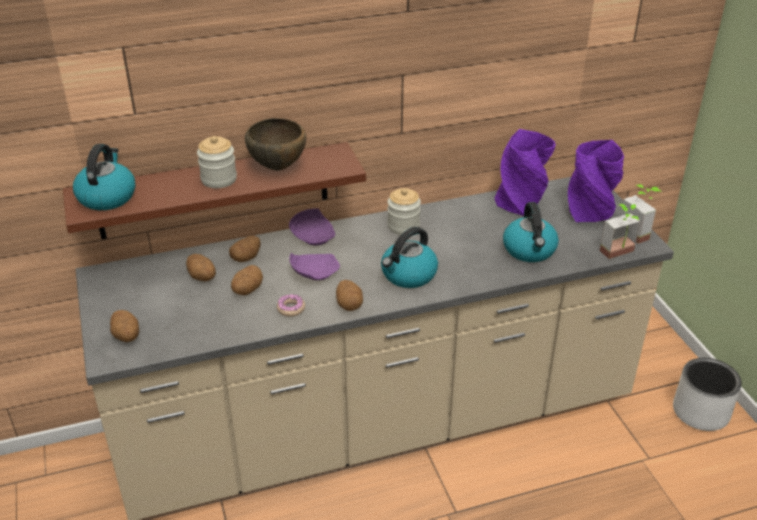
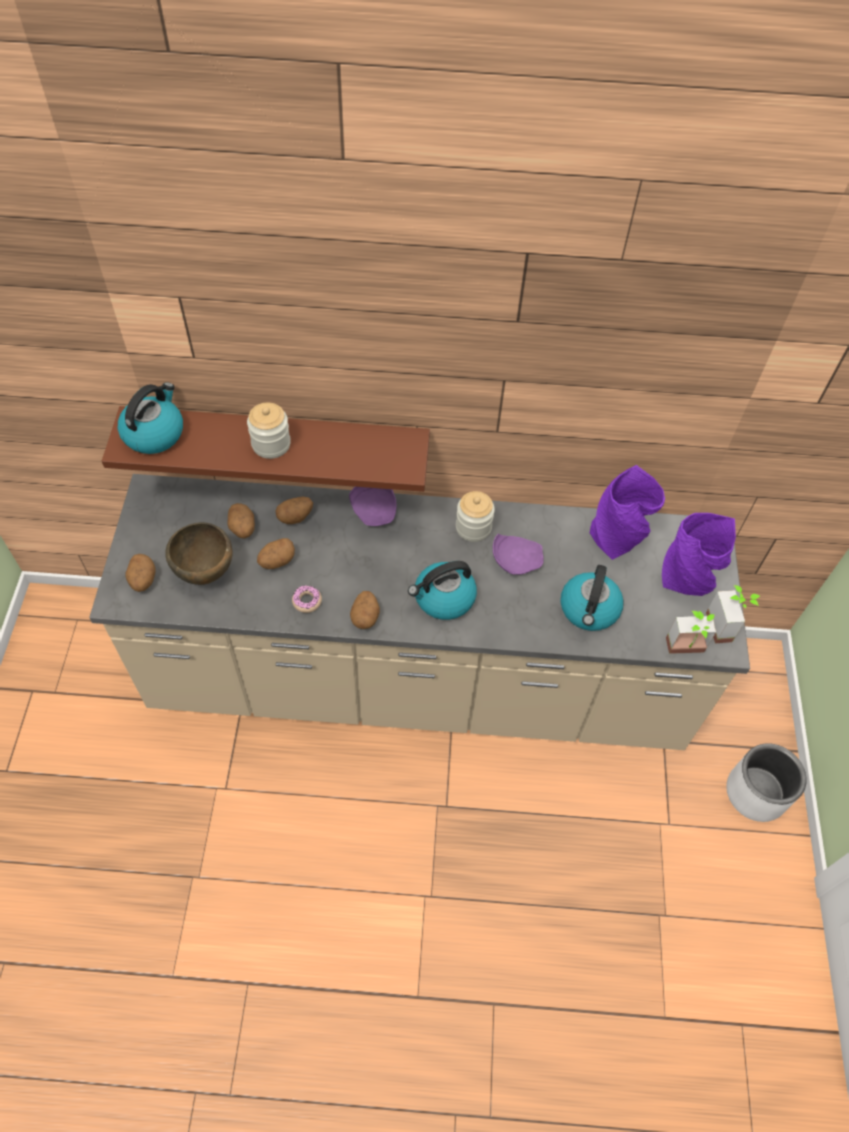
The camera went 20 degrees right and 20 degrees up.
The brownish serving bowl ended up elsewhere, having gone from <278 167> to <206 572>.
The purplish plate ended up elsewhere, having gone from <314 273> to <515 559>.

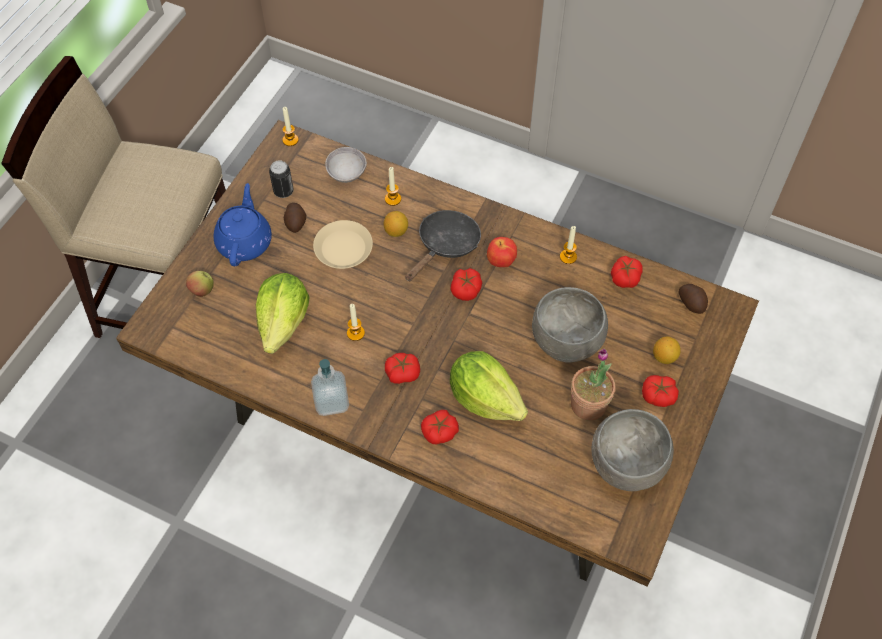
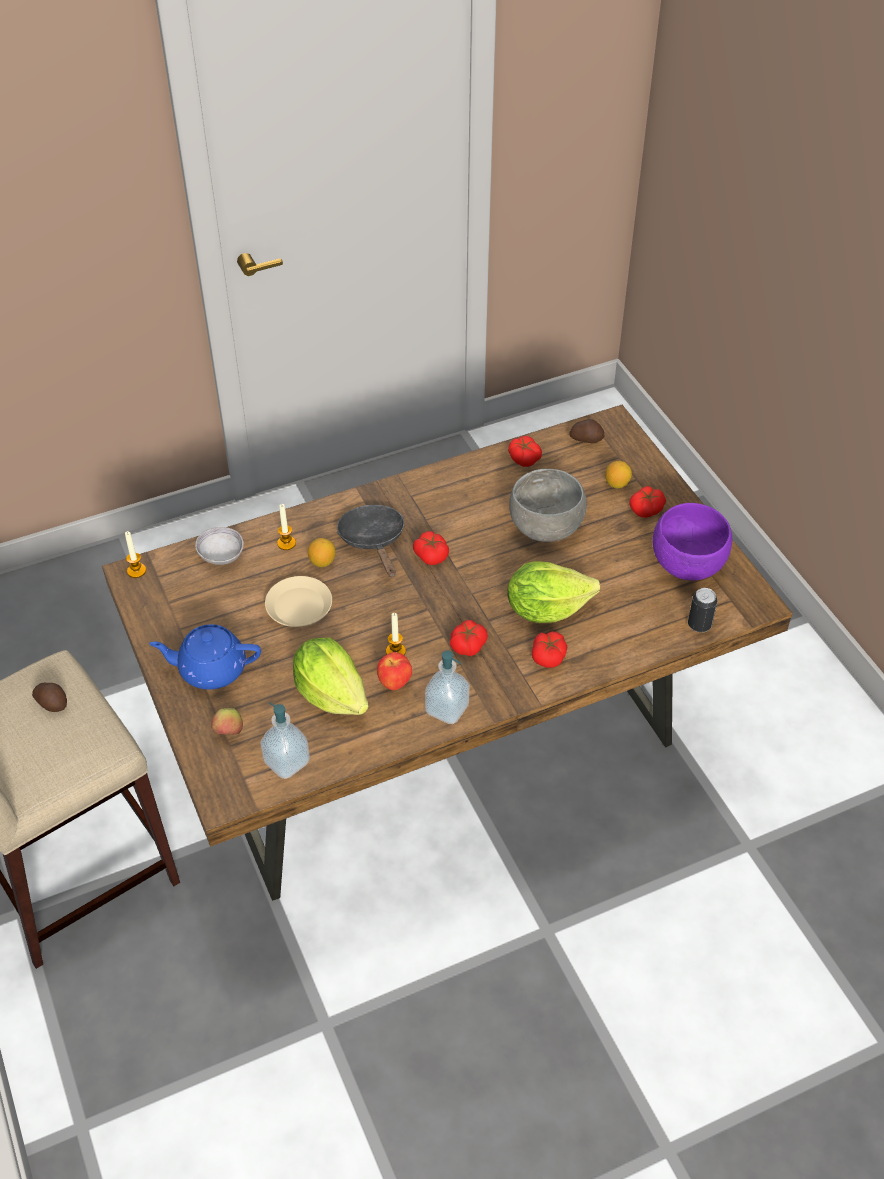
The camera went 50 degrees left and 10 degrees down.
The sealed can ended up elsewhere, having gone from <283 191> to <699 625>.
The blue tea pot at <245 241> ended up facing another way, 45 degrees counterclockwise from before.
The spud ended up elsewhere, having gone from <296 222> to <52 703>.
The second view lost the wax candle at <568 257>.
The apple fruit ended up elsewhere, having gone from <501 262> to <395 683>.
The second view lost the potted plant at <588 405>.
What was the grey serving bowl at <625 464> turned into the purplish serving bowl at <686 565>.
The second view gained the soap bottle at <287 762>.

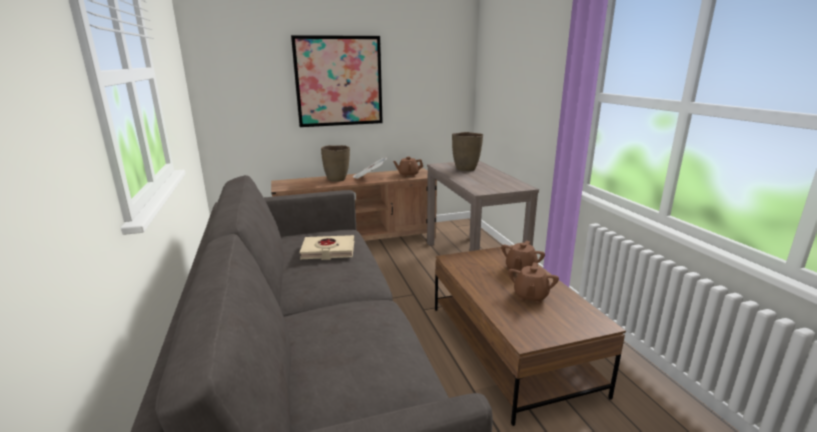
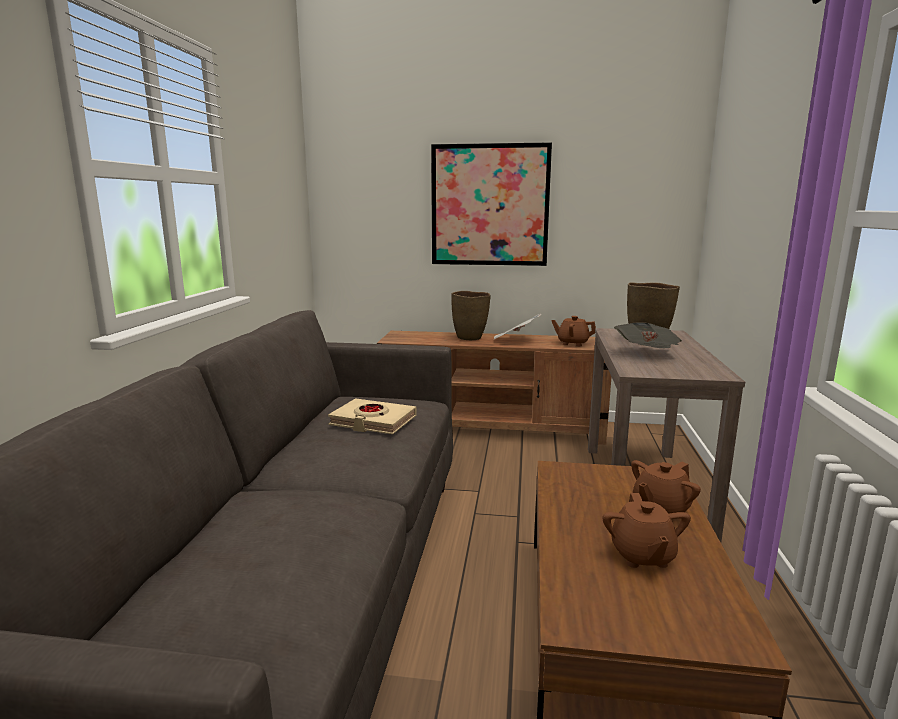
The camera went 25 degrees right and 5 degrees down.
The brownish tea pot at <530 296> ended up facing another way, 45 degrees counterclockwise from before.
The second view gained the newspaper at <647 353>.

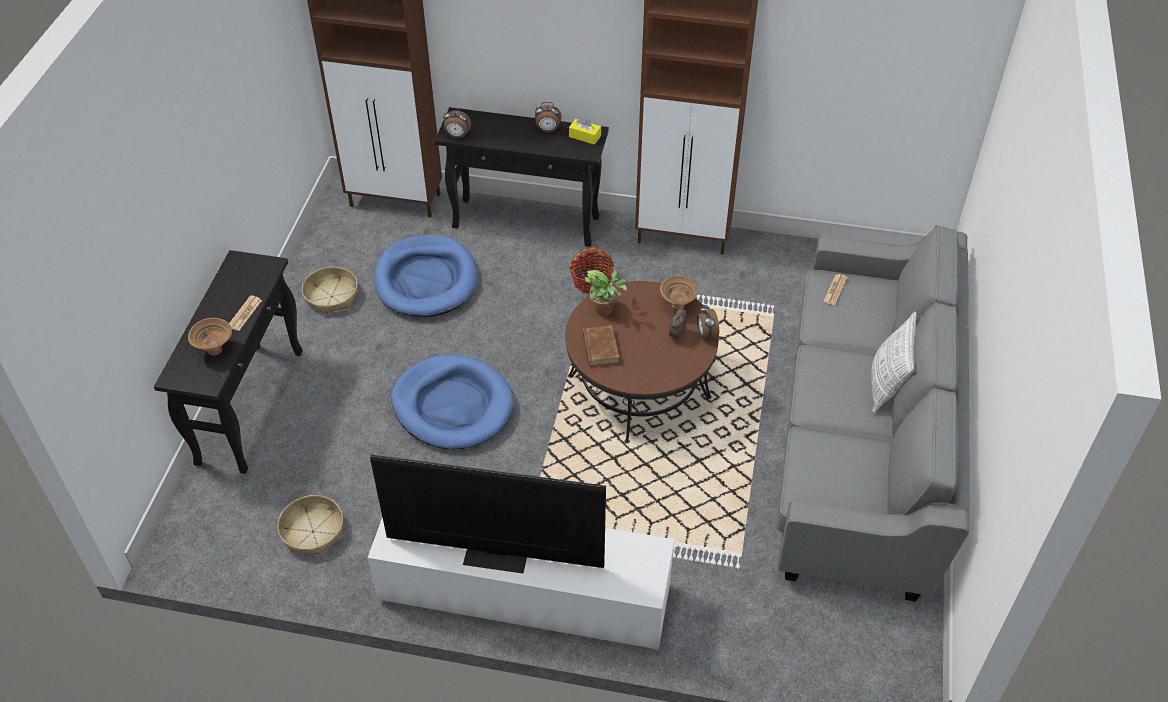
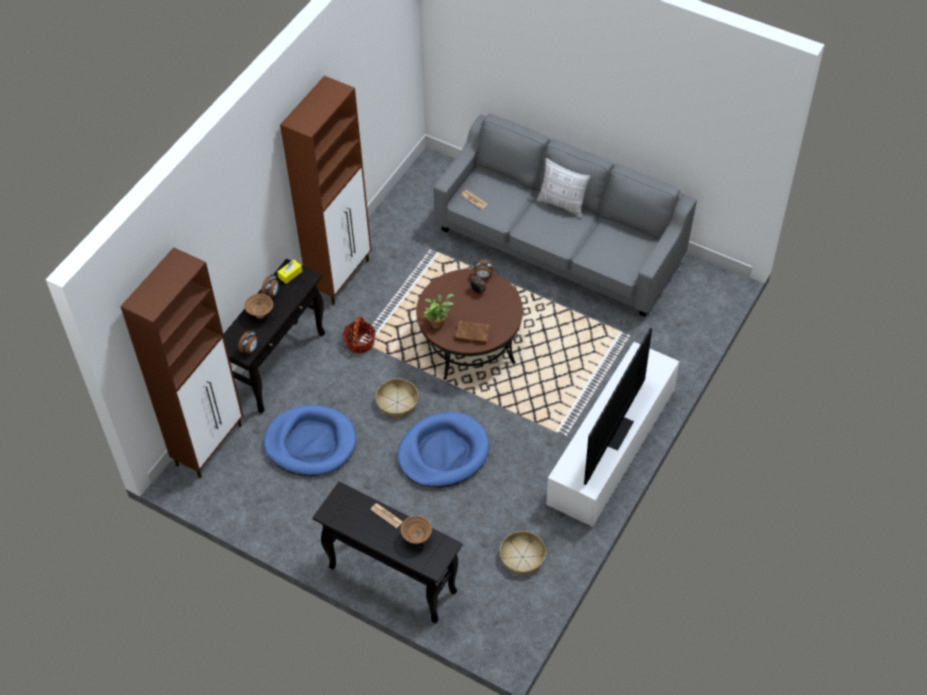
The camera went 70 degrees left and 5 degrees up.
The household basket ended up elsewhere, having gone from <331 296> to <397 402>.
The brownish serving bowl ended up elsewhere, having gone from <678 306> to <261 315>.

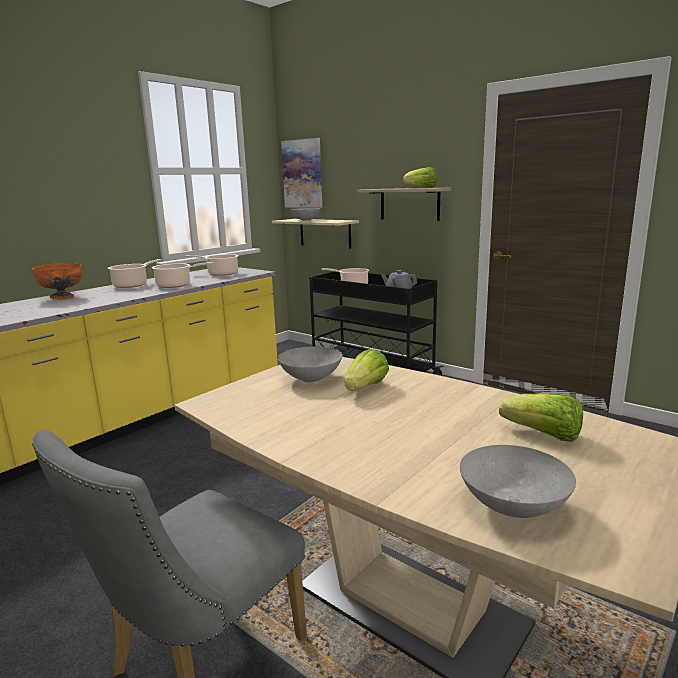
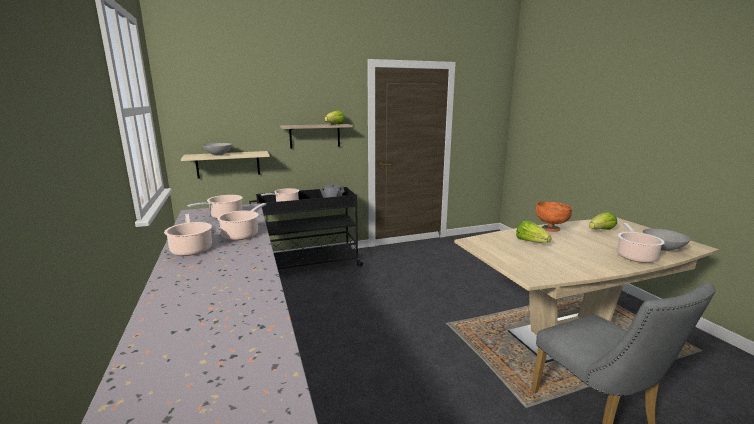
The camera went 60 degrees left and 0 degrees up.
The second view lost the picture at <303 174>.
The orange serving bowl ended up elsewhere, having gone from <62 297> to <551 229>.
The second view lost the grey serving bowl at <311 378>.
The second view gained the cooking pot at <635 256>.

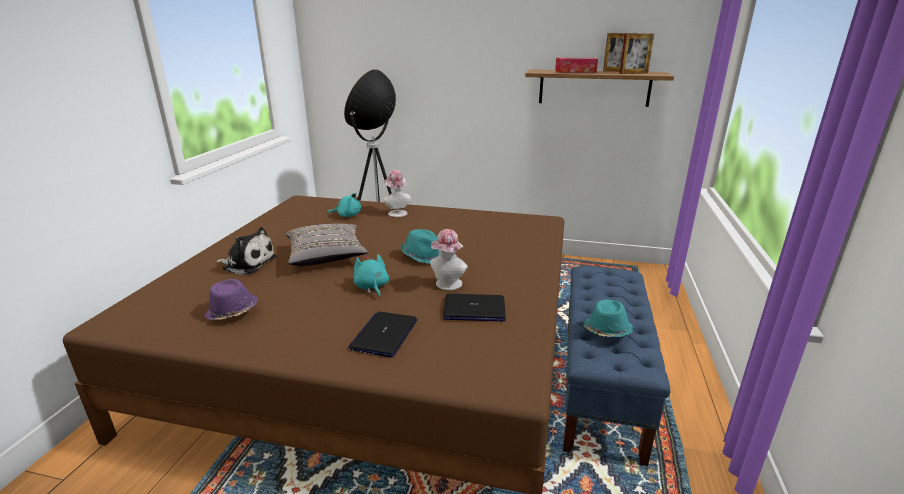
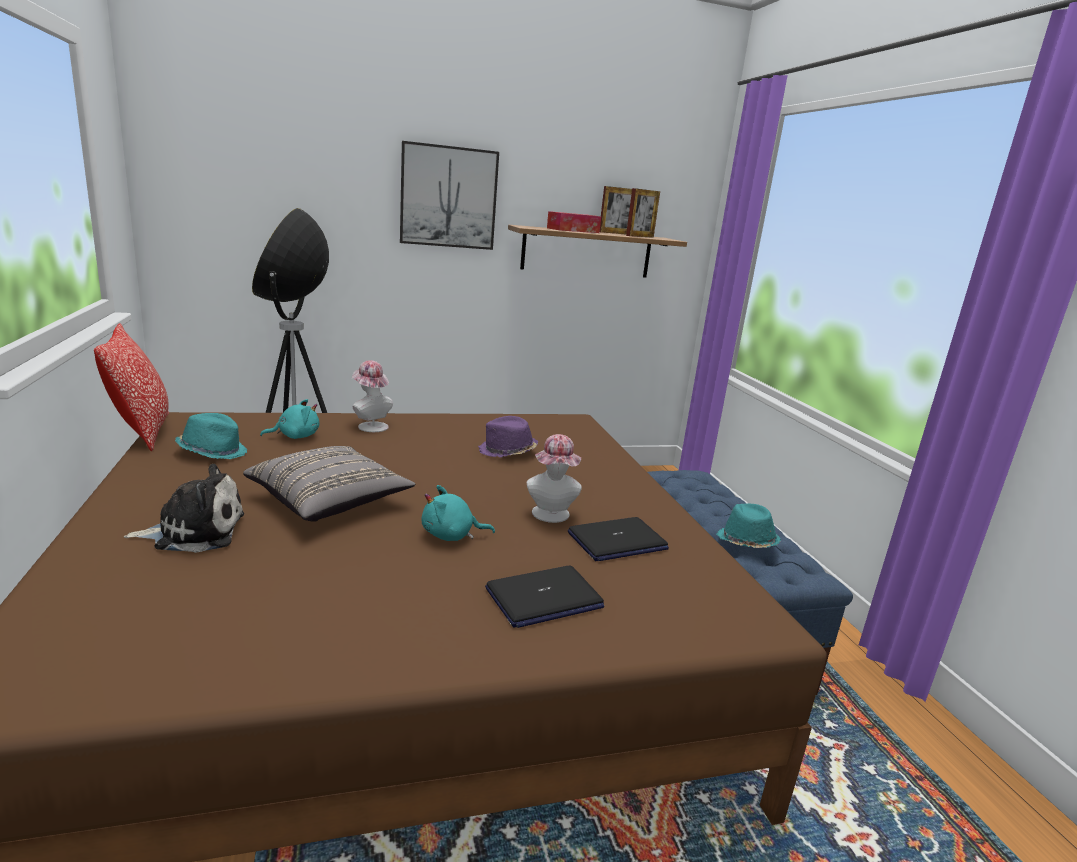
The camera went 30 degrees left and 5 degrees down.
The turquoise-coloured wearable hat ended up elsewhere, having gone from <422 256> to <213 452>.
The turquoise-coloured plush toy at <371 287> ended up facing another way, 45 degrees counterclockwise from before.
The purplish wearable hat ended up elsewhere, having gone from <232 312> to <507 452>.
The notebook computer at <384 335> ended up facing another way, 105 degrees counterclockwise from before.
The second view gained the picture at <448 197>.
The second view gained the cushion at <142 432>.

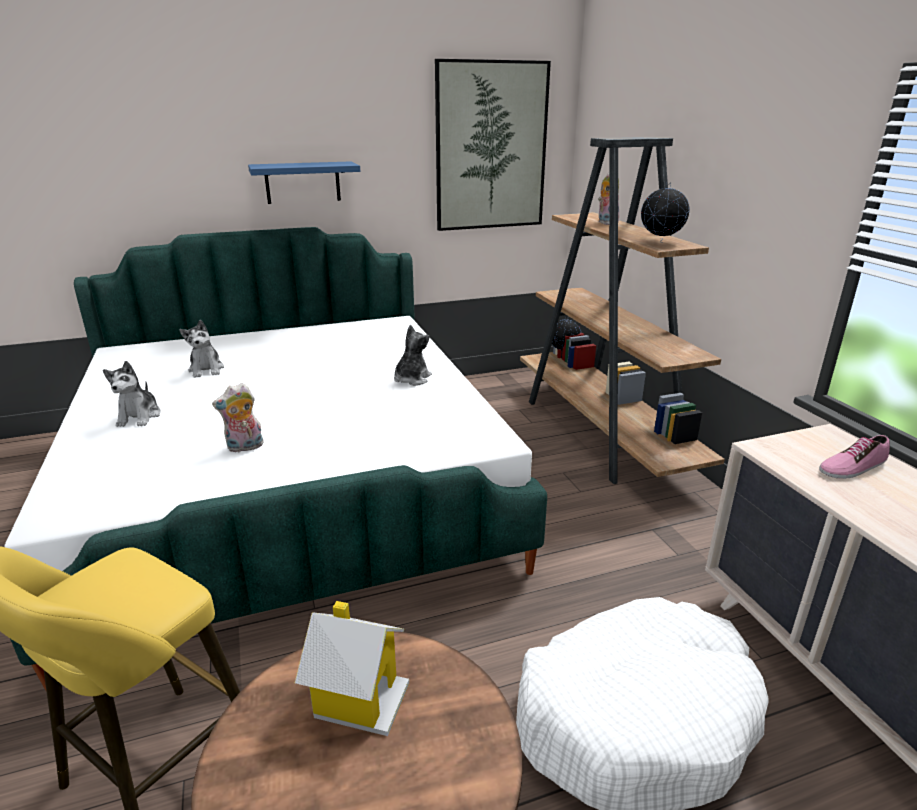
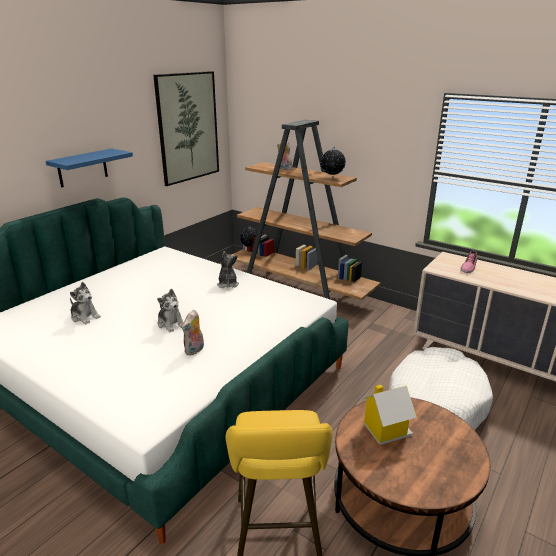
The camera went 35 degrees left and 0 degrees up.
The plush toy ended up elsewhere, having gone from <139 416> to <171 324>.

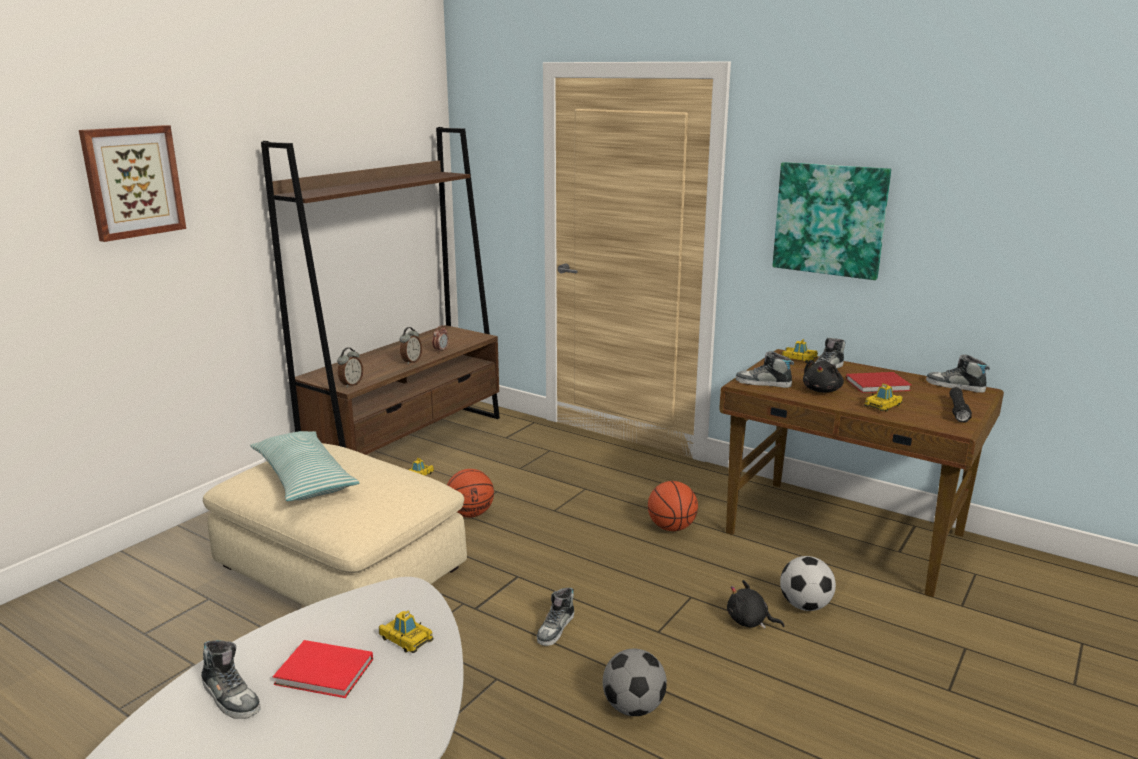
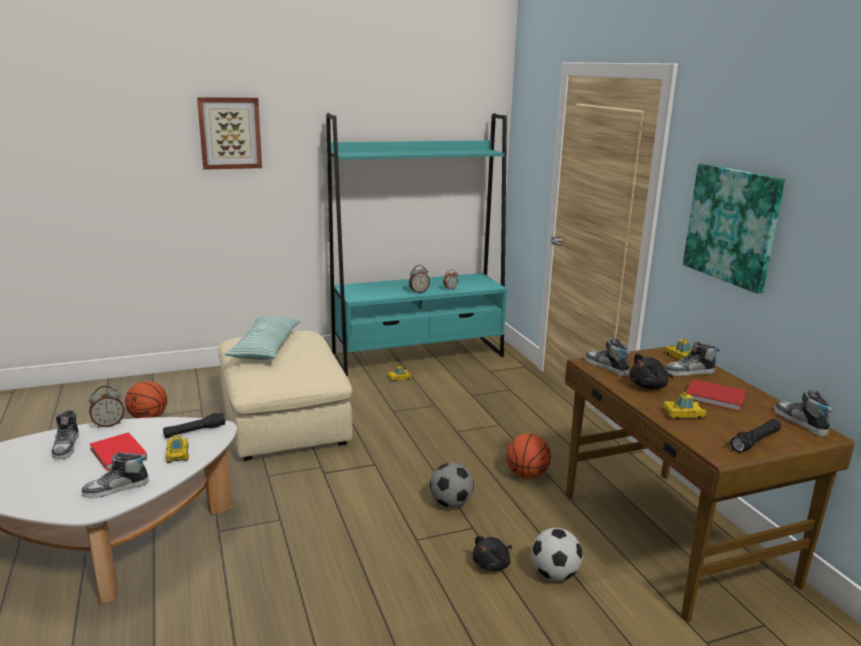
The camera went 35 degrees right and 0 degrees up.
What was the brownish bookcase at <408 444> turned into the turquoise-coloured bookcase at <419 356>.
The alarm clock ended up elsewhere, having gone from <351 384> to <108 424>.
The basketball ball ended up elsewhere, having gone from <470 514> to <148 418>.
The blackish plush toy at <749 621> ended up facing another way, 105 degrees counterclockwise from before.
The low shoe ended up elsewhere, having gone from <556 629> to <116 488>.
The football ball ended up elsewhere, having gone from <633 707> to <451 503>.
The second view gained the blackish hand torch at <195 431>.

